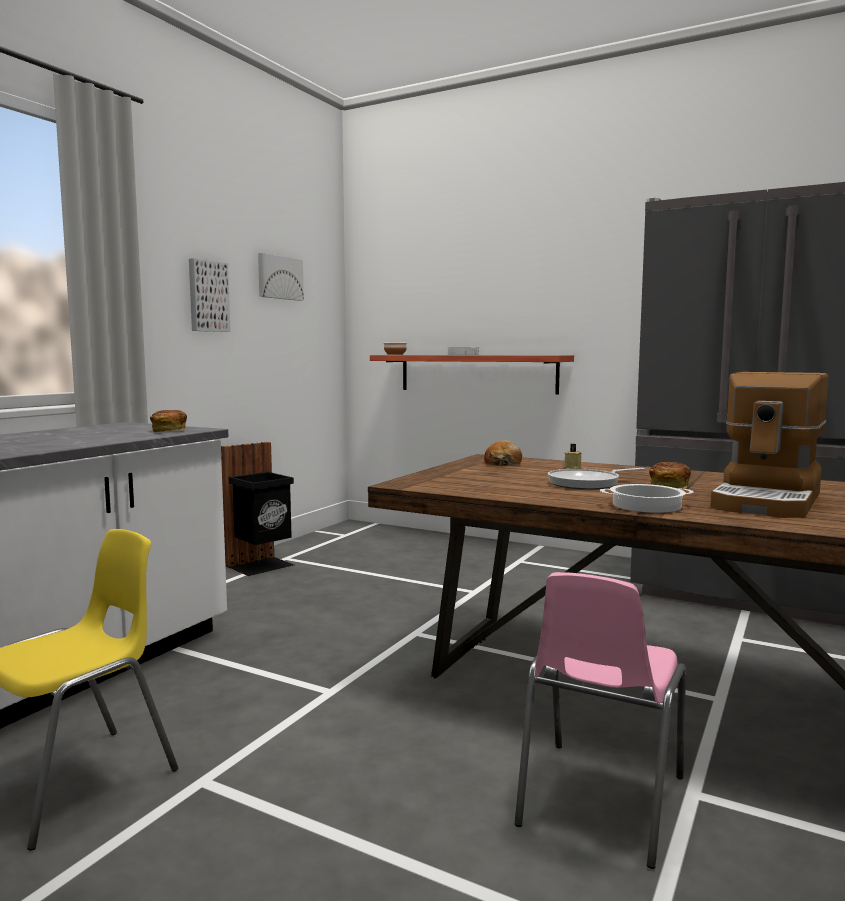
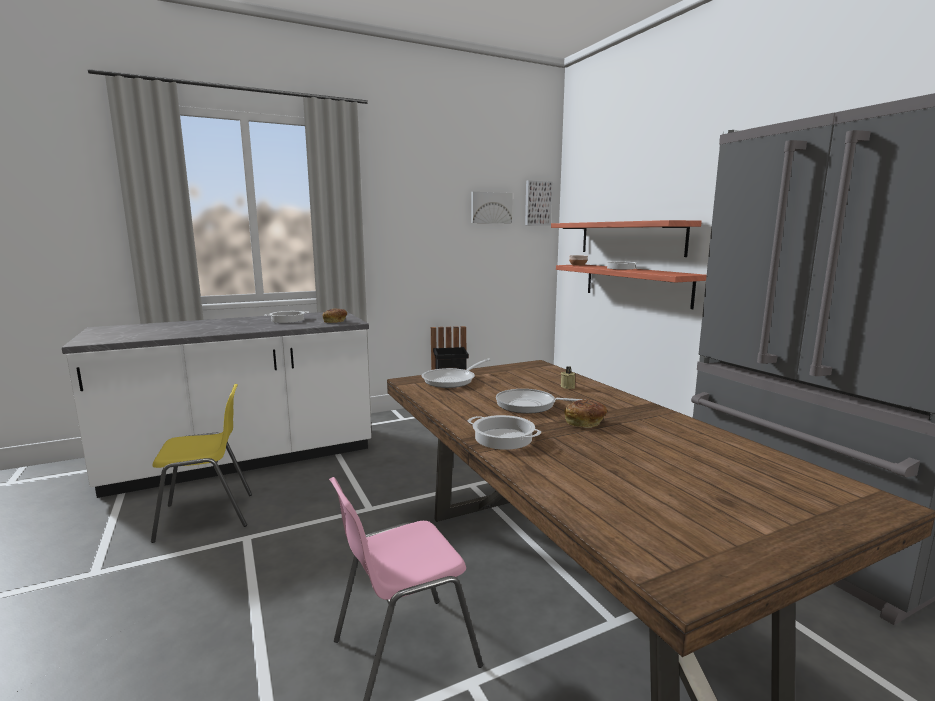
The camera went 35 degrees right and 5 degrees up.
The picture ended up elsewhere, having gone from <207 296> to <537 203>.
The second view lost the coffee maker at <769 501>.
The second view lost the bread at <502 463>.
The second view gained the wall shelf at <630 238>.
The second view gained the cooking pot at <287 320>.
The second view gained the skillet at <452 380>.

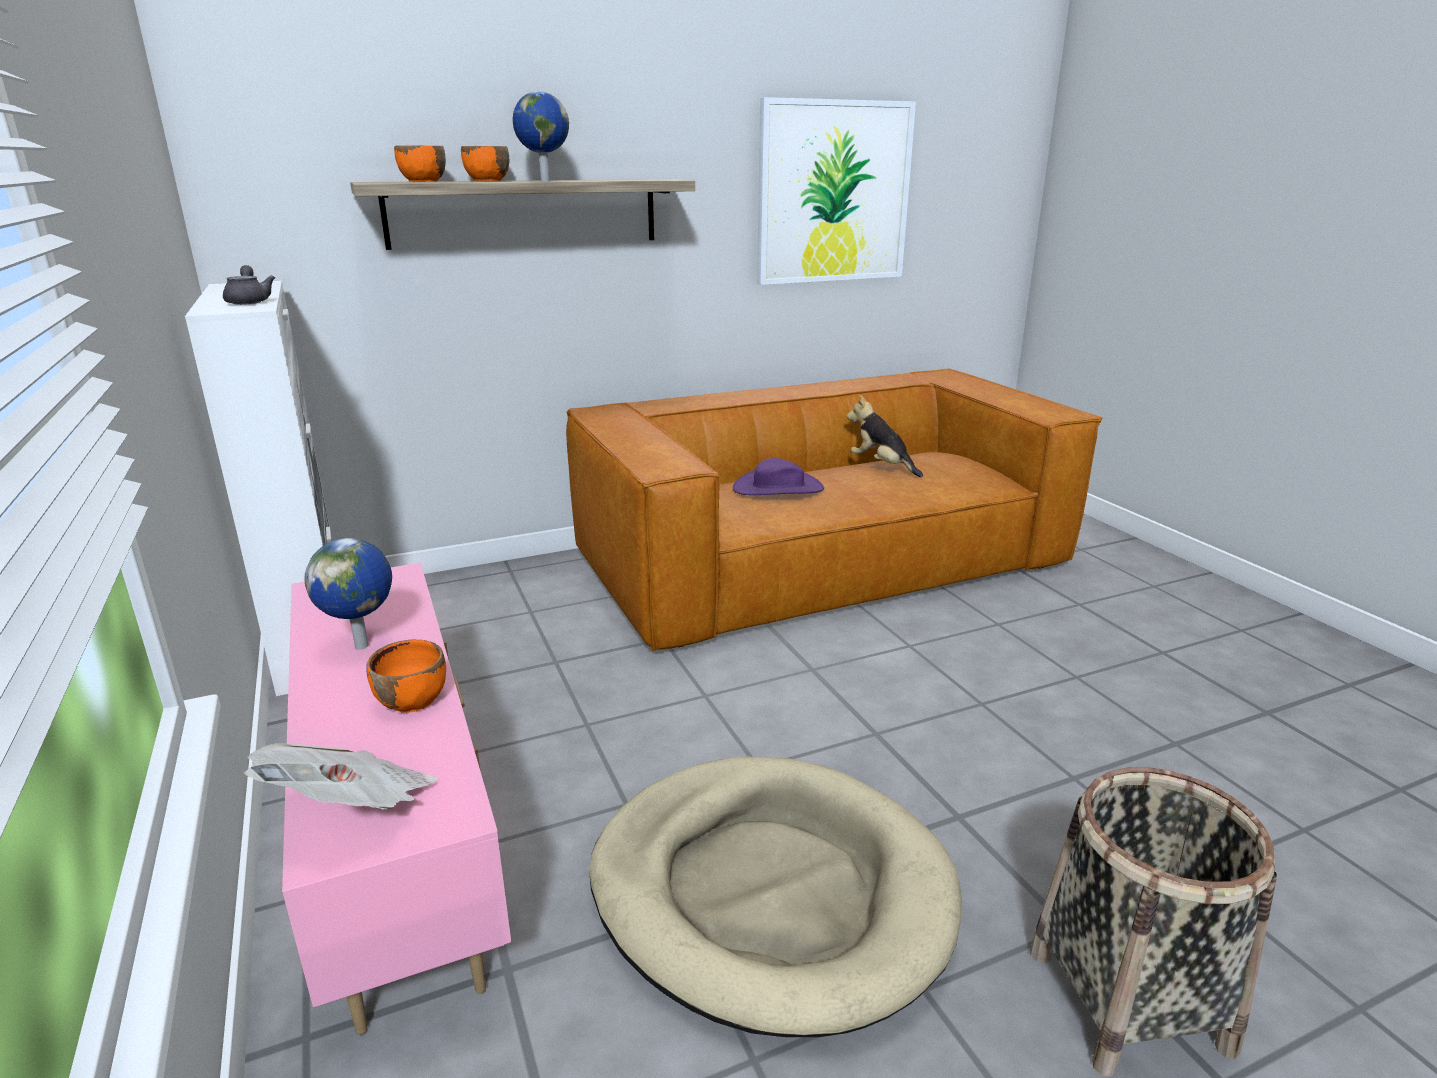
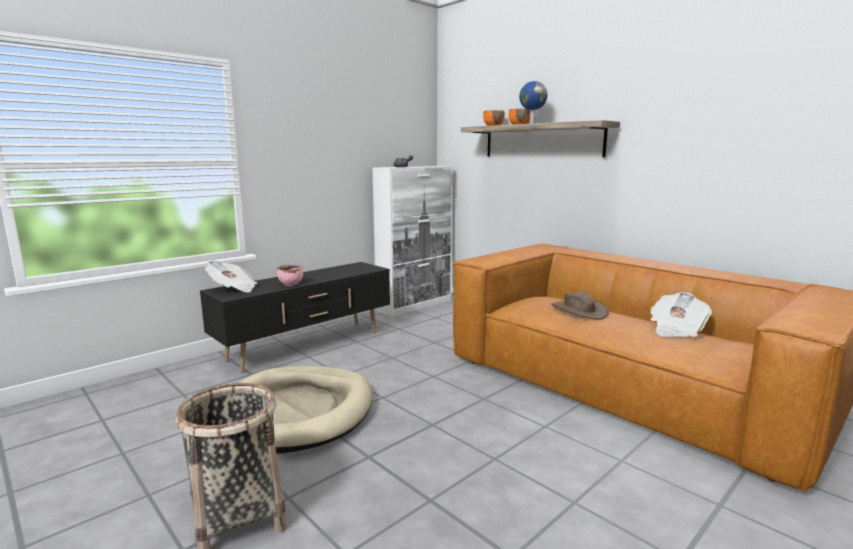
The camera went 70 degrees right and 10 degrees down.
The second view lost the picture at <833 193>.
Where the plush toy stood at <882 466>, the newspaper came to stand at <676 330>.
What was the purplish wearable hat at <778 488> turned into the brownish wearable hat at <579 310>.
The second view lost the world globe at <363 646>.
What was the pinkish tv unit at <403 841> turned into the blackish tv unit at <307 346>.
What was the orange serving bowl at <412 700> turned into the pinkish serving bowl at <291 284>.

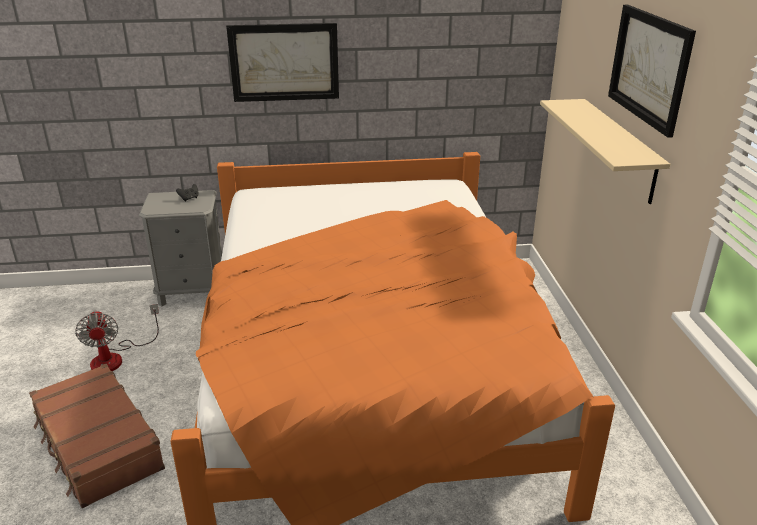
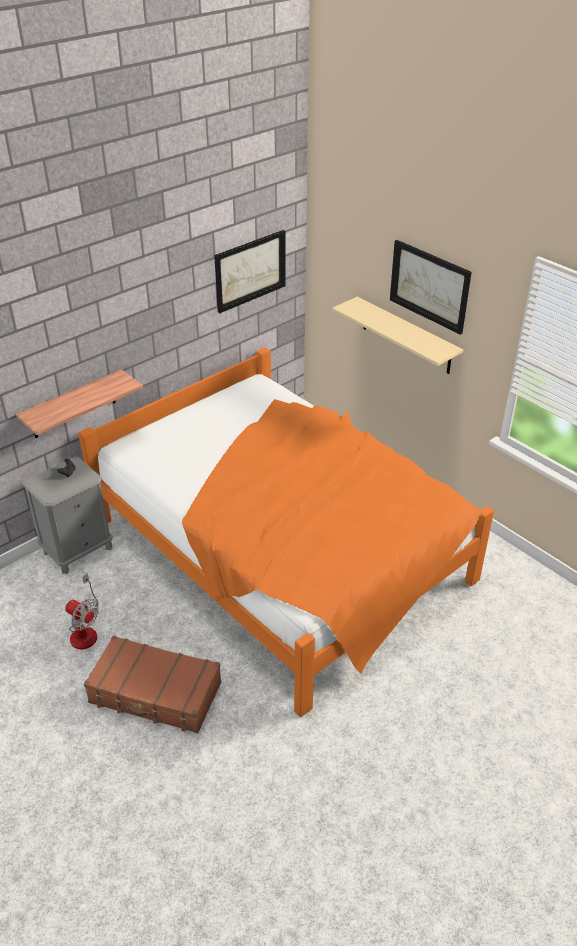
The camera went 35 degrees left and 10 degrees up.
The picture ended up elsewhere, having gone from <284 62> to <250 270>.
The second view gained the wall shelf at <73 405>.

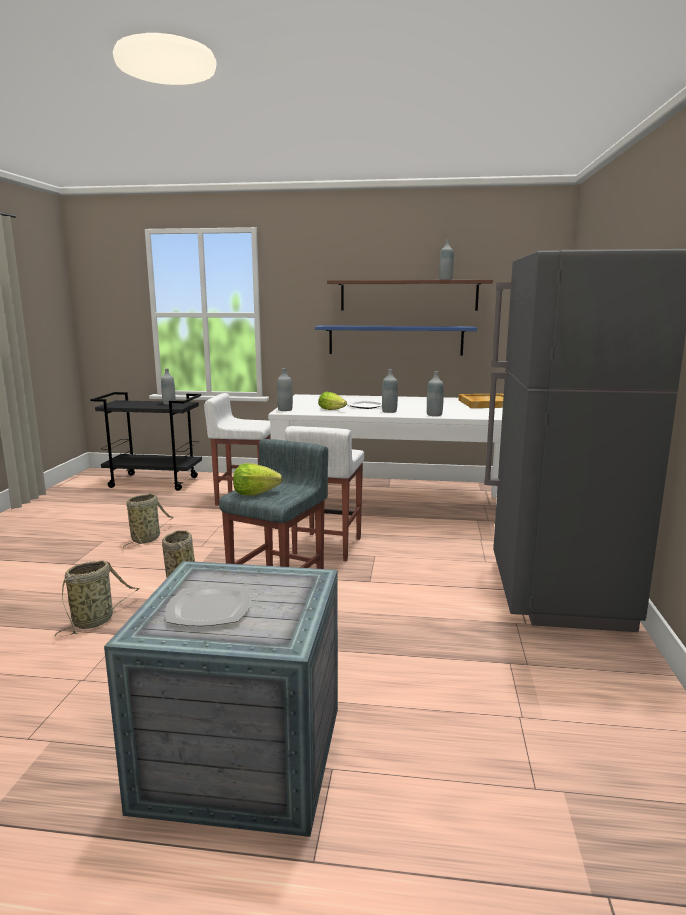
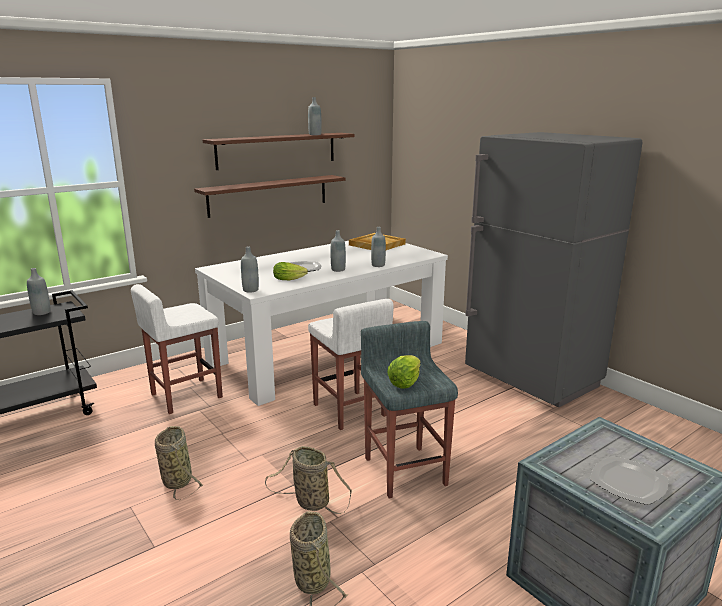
The camera went 45 degrees left and 5 degrees up.
What was the blue wall shelf at <395 340> turned into the brownish wall shelf at <269 195>.

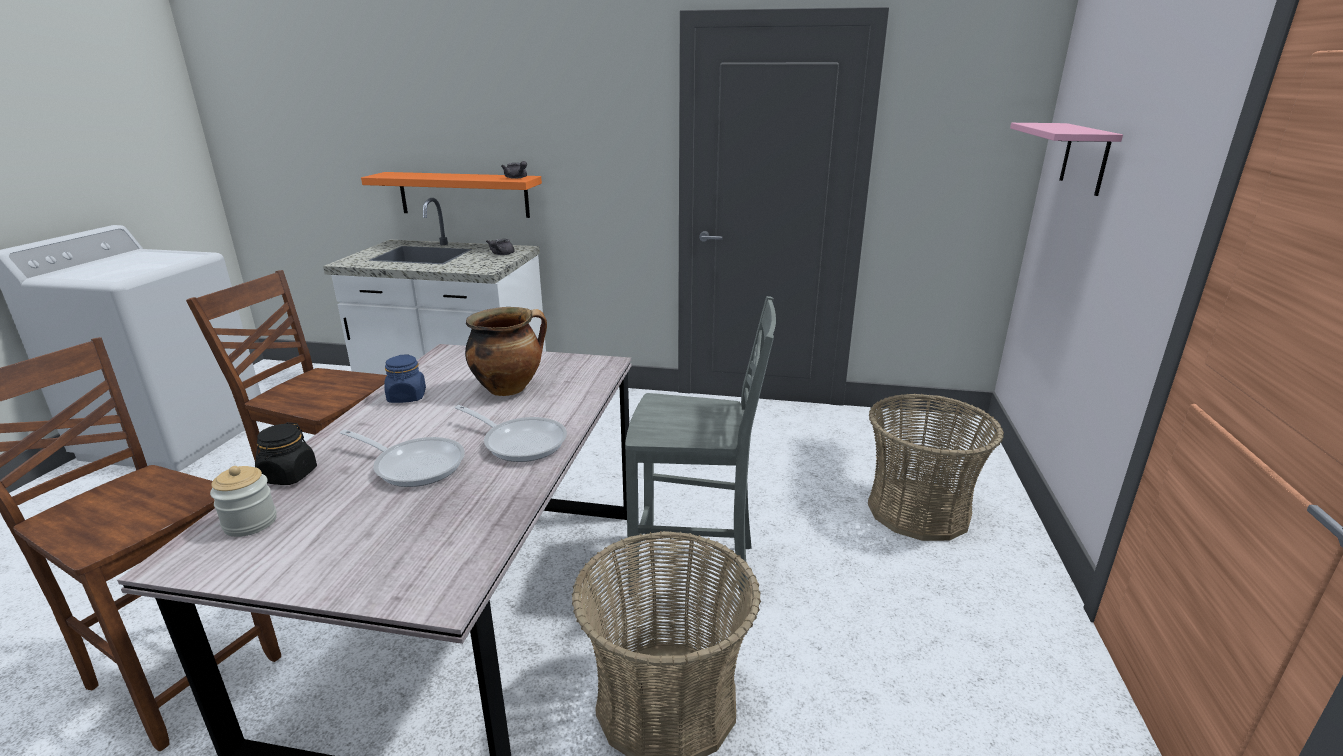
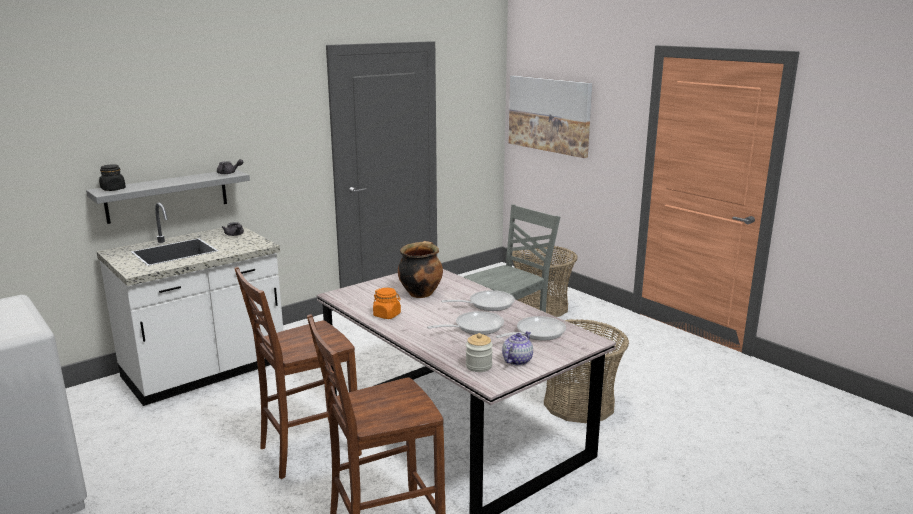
The camera went 50 degrees left and 5 degrees down.
Where the pinkish wall shelf hung at <1085 158>, the picture came to hang at <549 115>.
What was the orange wall shelf at <463 194> turned into the grey wall shelf at <167 196>.
What was the blue preserve jar at <407 397> turned into the orange preserve jar at <387 315>.
The blackish preserve jar ended up elsewhere, having gone from <289 475> to <113 189>.
The second view gained the skillet at <536 333>.
The second view gained the tea pot at <517 360>.

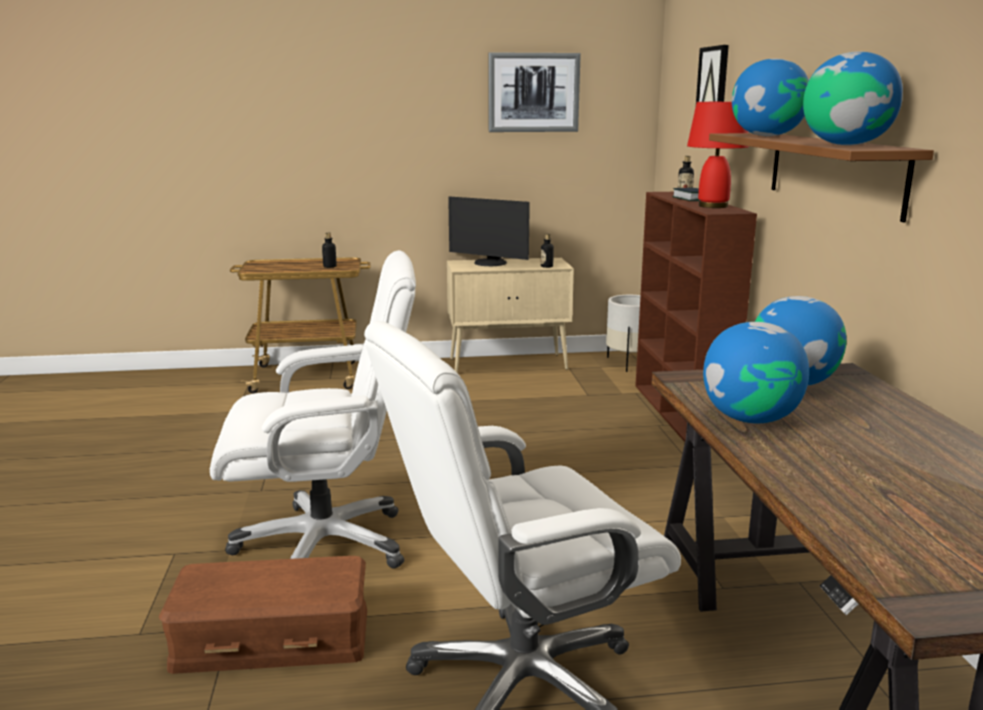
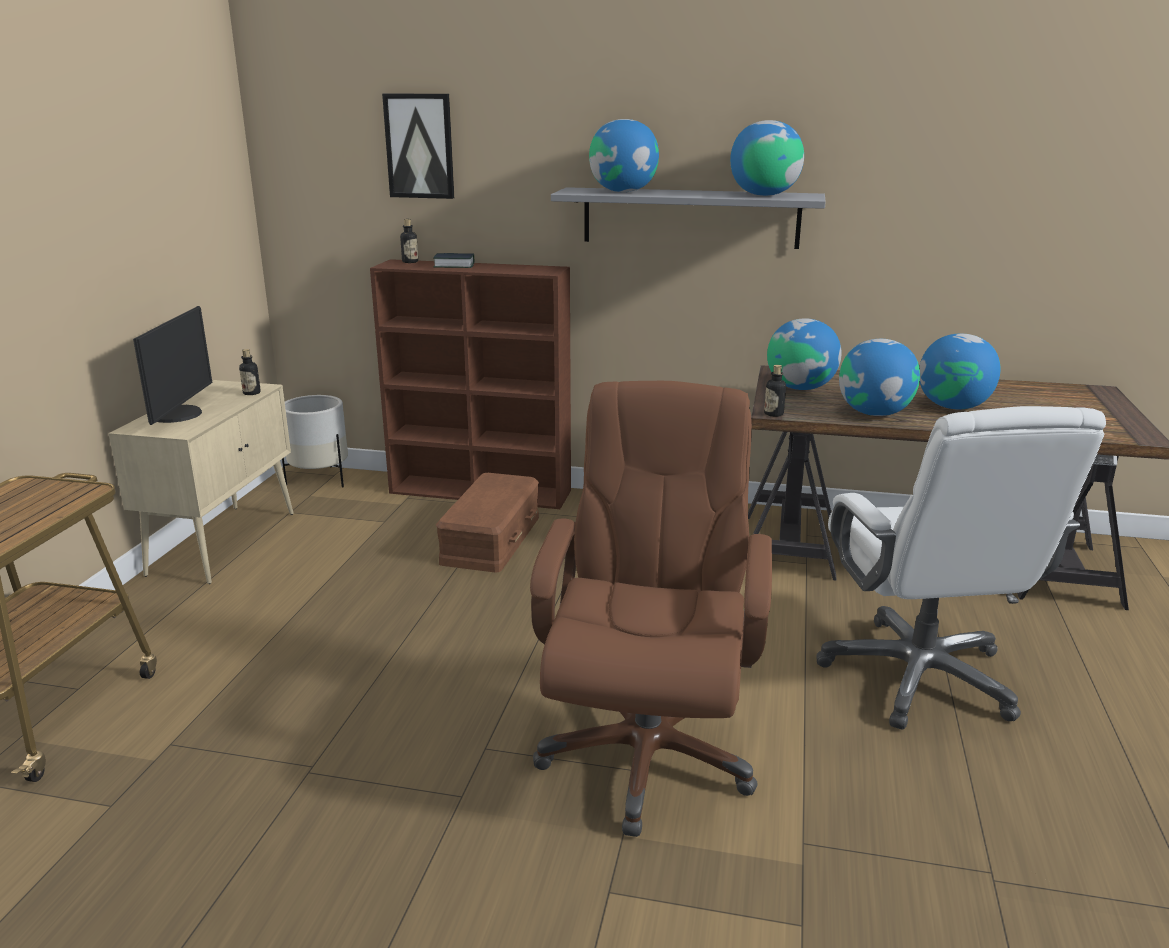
The camera went 70 degrees left and 5 degrees up.
The second view lost the picture at <533 92>.
The second view lost the red tabletop lamp at <713 206>.
What was the brownish wall shelf at <833 172> turned into the grey wall shelf at <690 217>.
The computer display at <489 263> ended up facing another way, 45 degrees counterclockwise from before.
The bottle ended up elsewhere, having gone from <330 267> to <773 414>.
What was the white desk chair at <325 544> turned into the brownish desk chair at <646 754>.
The brownish storage bin ended up elsewhere, having gone from <272 639> to <492 539>.
The second view gained the world globe at <953 407>.

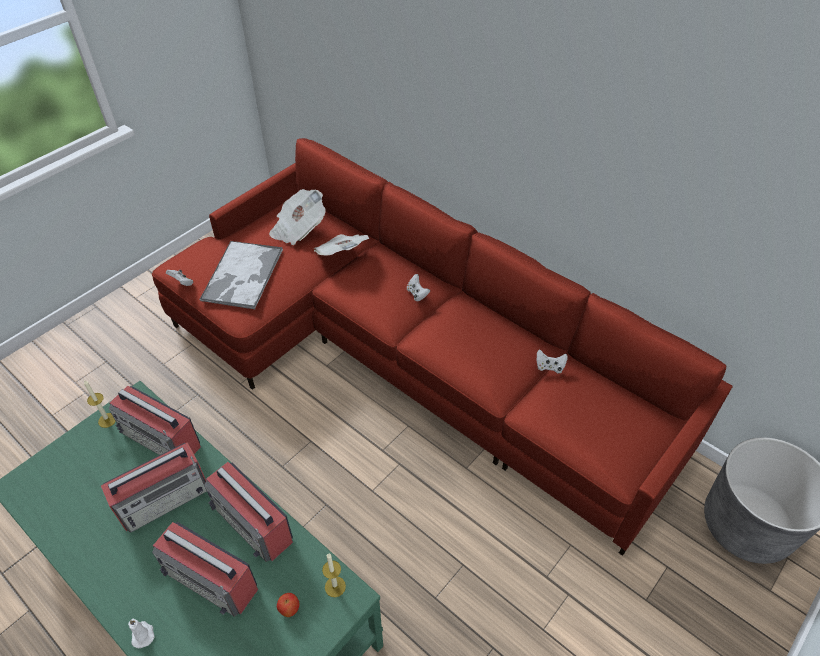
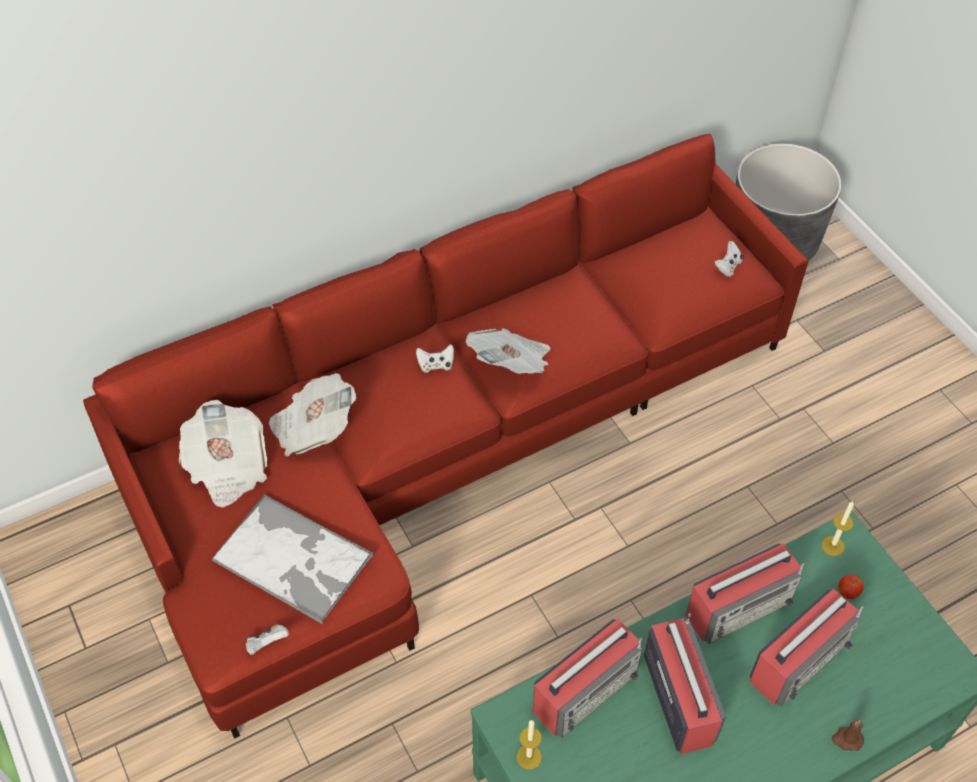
The camera went 70 degrees left and 5 degrees up.
The white joypad ended up elsewhere, having gone from <549 367> to <728 267>.
What was the white wax candle at <143 634> turned into the brownish wax candle at <847 739>.
The second view gained the newspaper at <511 364>.

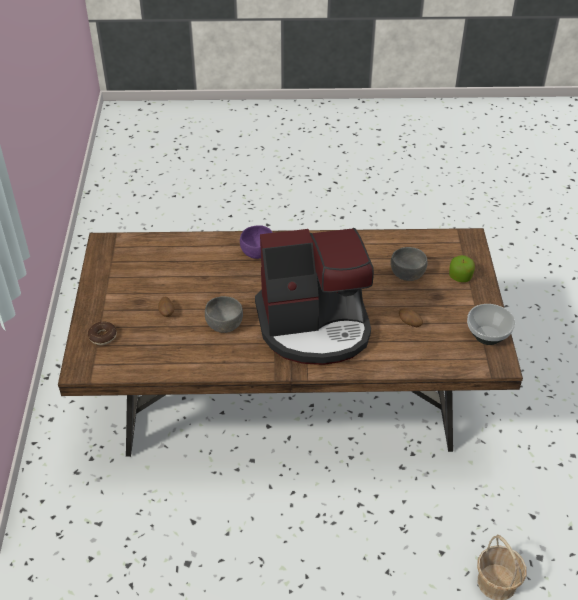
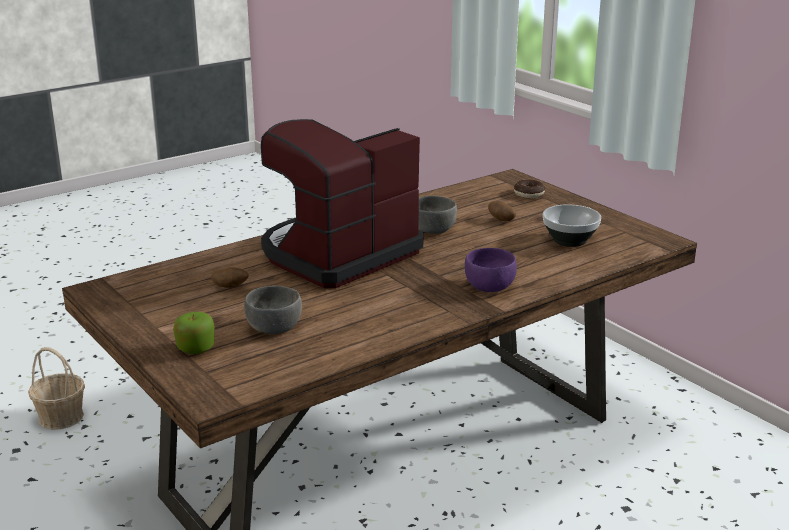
The camera went 145 degrees right and 20 degrees down.
The serving bowl ended up elsewhere, having gone from <487 335> to <570 241>.

